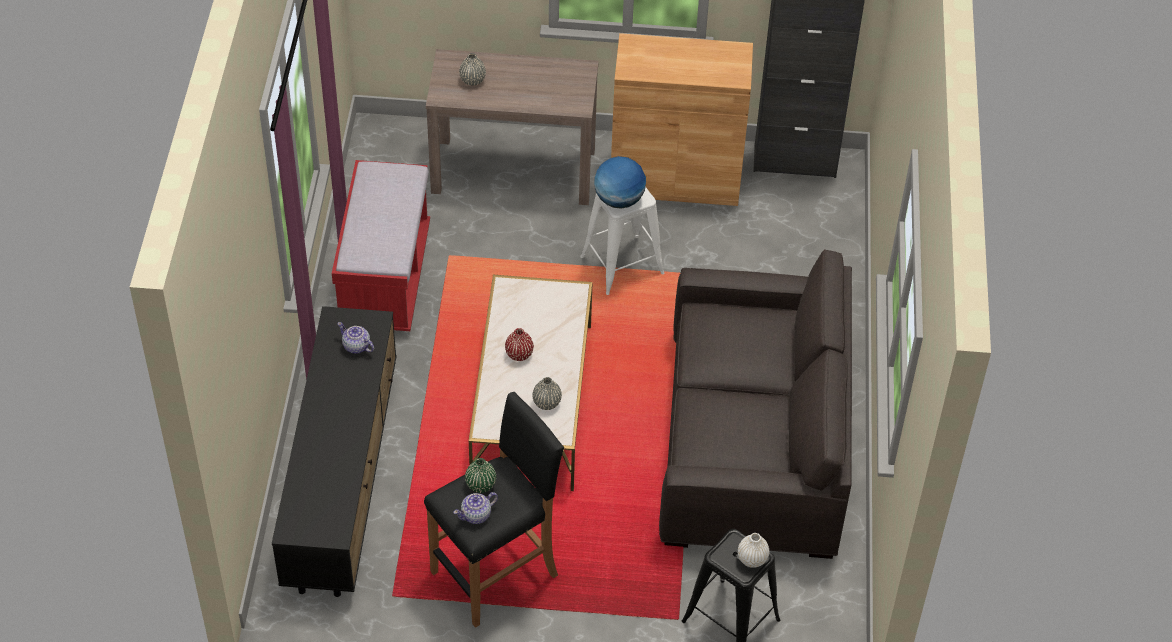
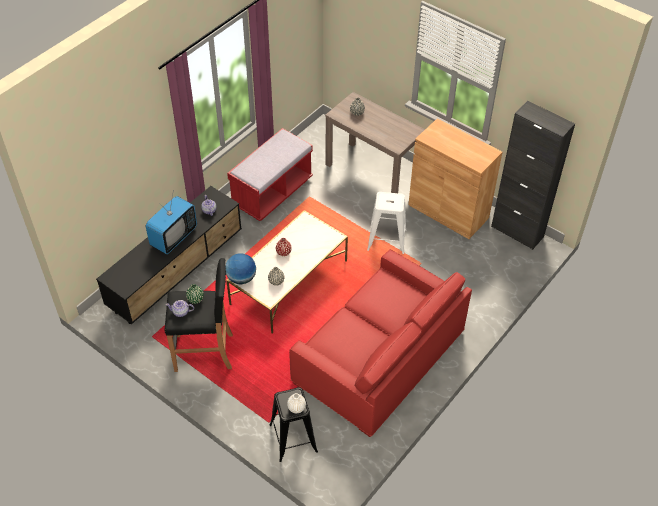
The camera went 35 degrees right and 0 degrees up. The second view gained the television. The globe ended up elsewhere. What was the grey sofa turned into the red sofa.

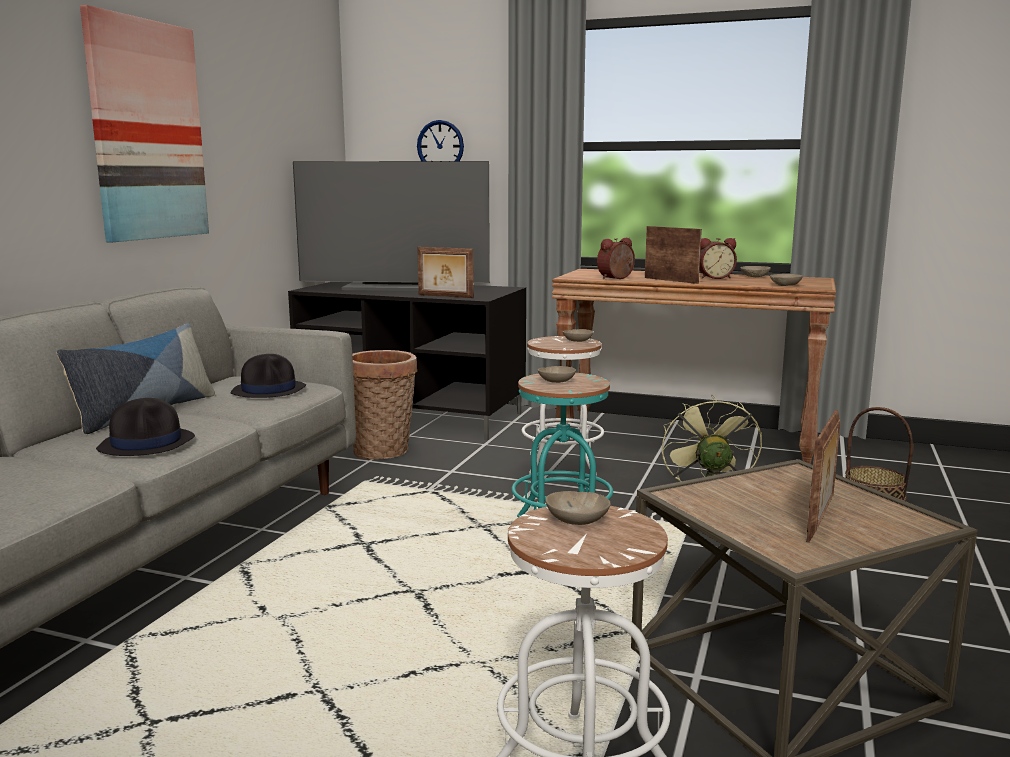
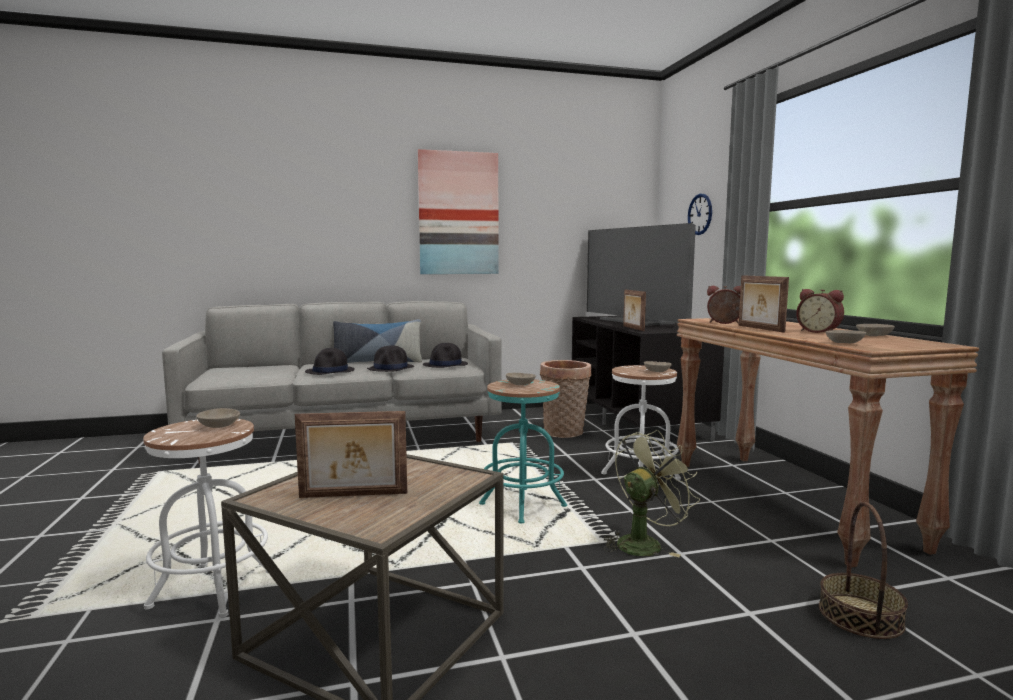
The camera went 55 degrees right and 5 degrees down. The second view gained the black hat (no. 2 from left). The picture frame (no. 2 from left in the first image) ended up facing another way, 150 degrees clockwise from before.

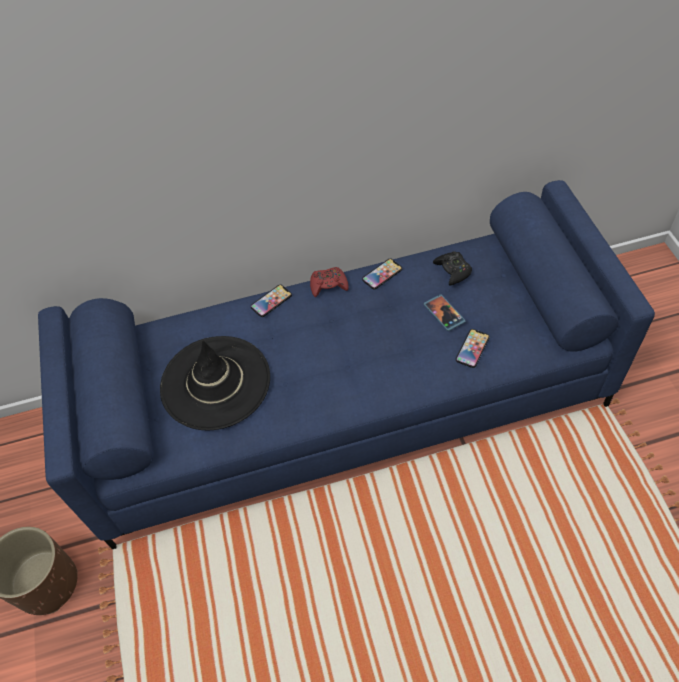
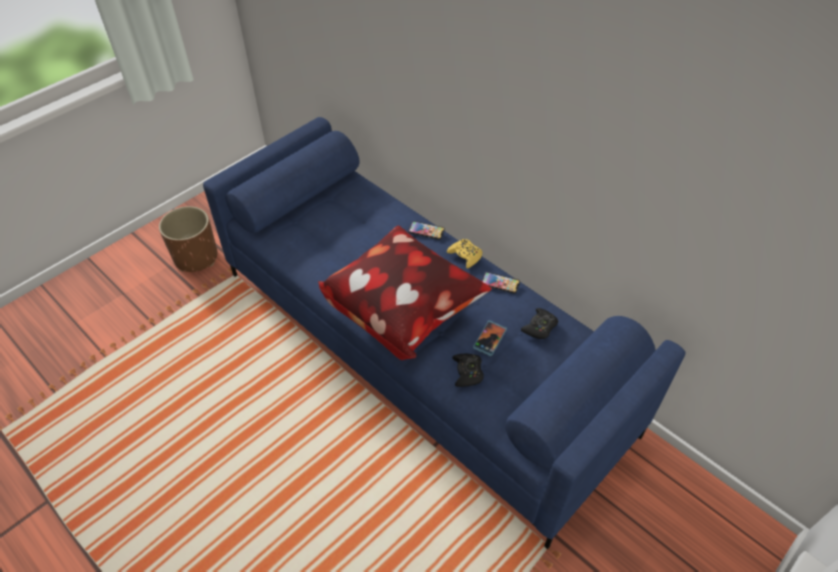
The camera went 55 degrees right and 5 degrees down. The second view gained the pillow. What was the red game controller turned into the yellow game controller. Where the phone (no. 4 from left) stood, the black game controller (no. 1 from left) came to stand. The second view lost the black hat.

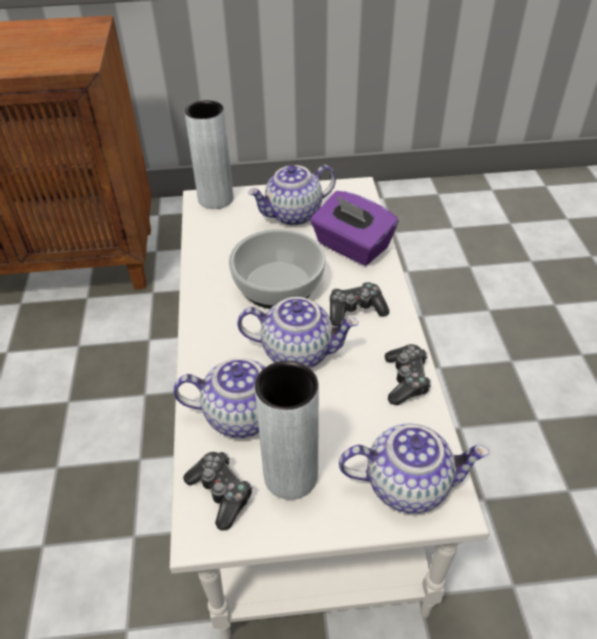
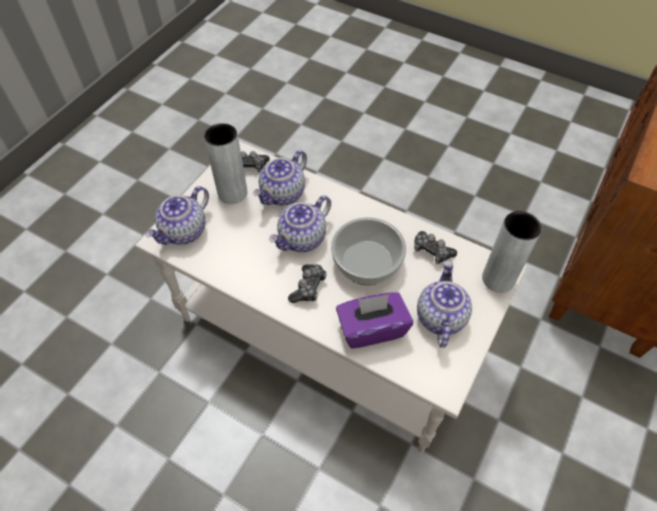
The camera went 125 degrees right and 10 degrees up. The game controller (no. 3 from left) ended up elsewhere.

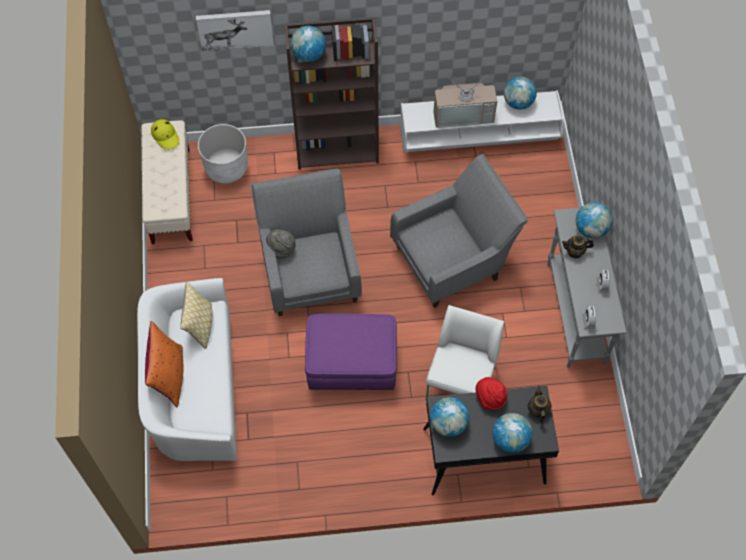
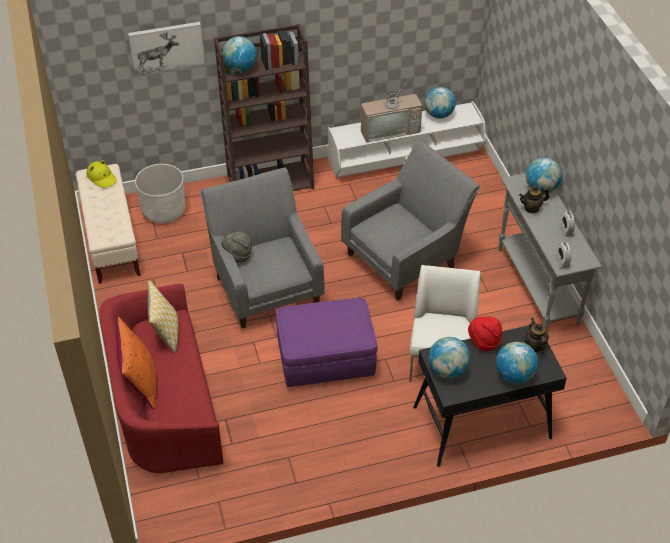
The camera went 10 degrees left and 15 degrees down. What was the white sofa turned into the red sofa.

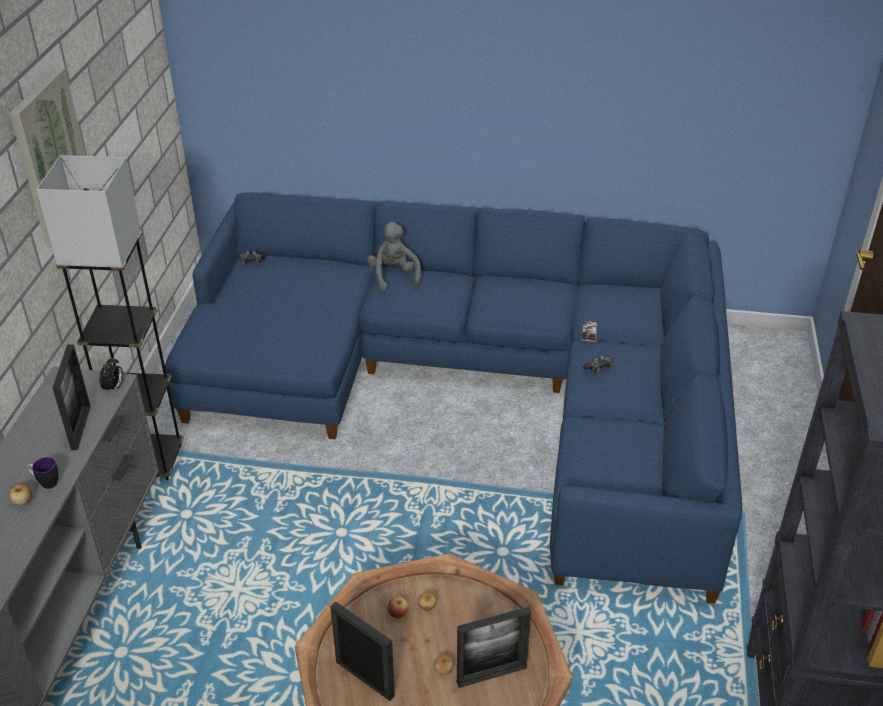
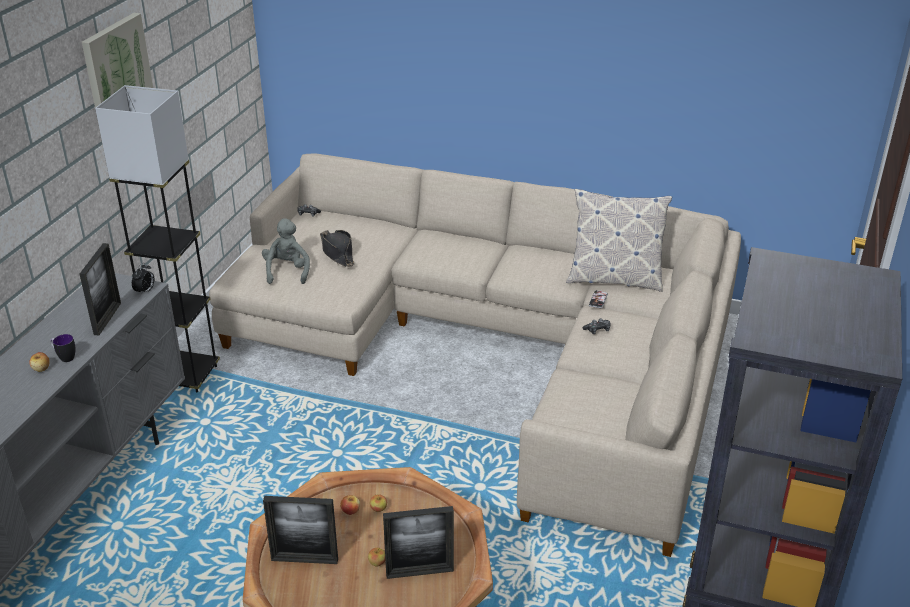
The camera went 10 degrees right and 5 degrees down. What was the blue sofa turned into the beige sofa. The grey plush toy ended up elsewhere. The picture frame (no. 2 from left) ended up facing another way, 135 degrees clockwise from before. The second view gained the black hat. The second view gained the pillow.

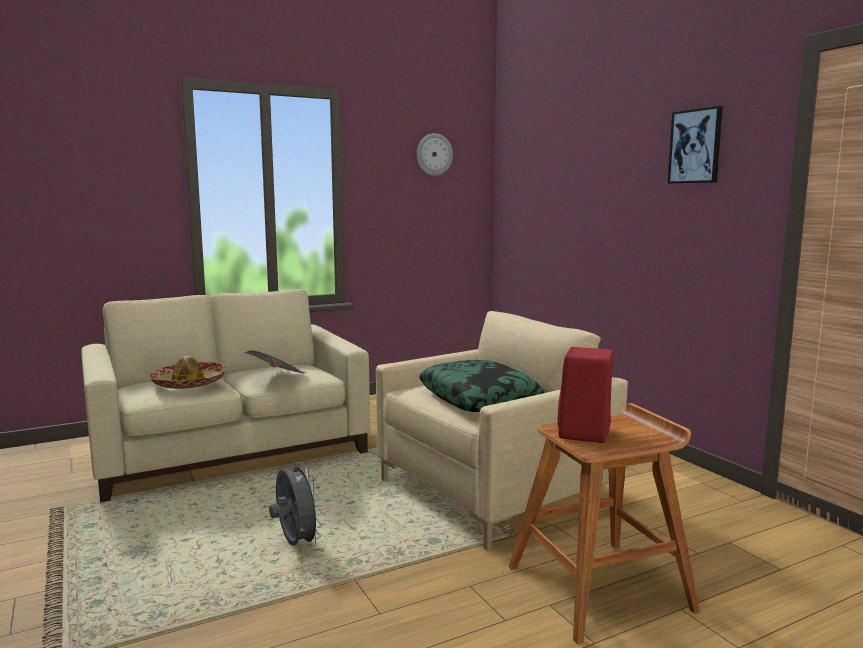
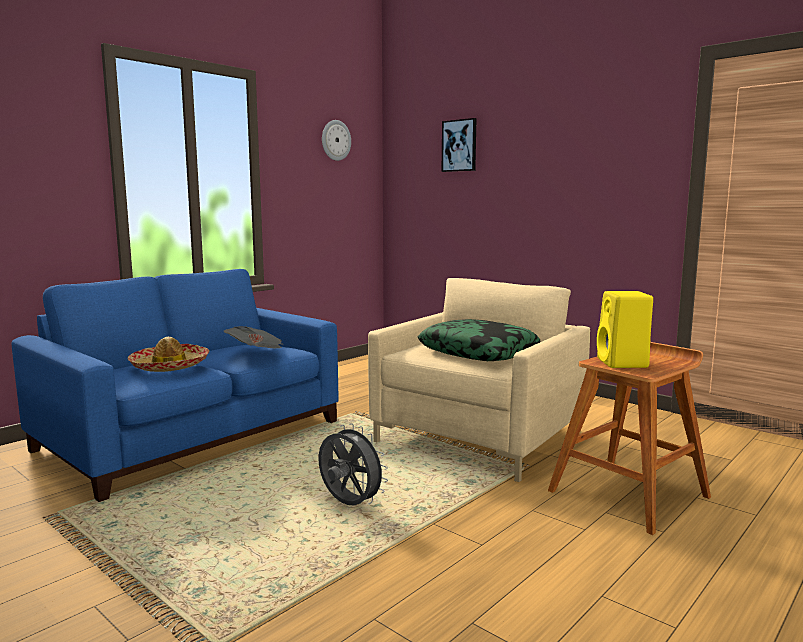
The camera went 20 degrees left and 0 degrees up. What was the beige sofa turned into the blue sofa. The picture ended up elsewhere. What was the red speaker turned into the yellow speaker.

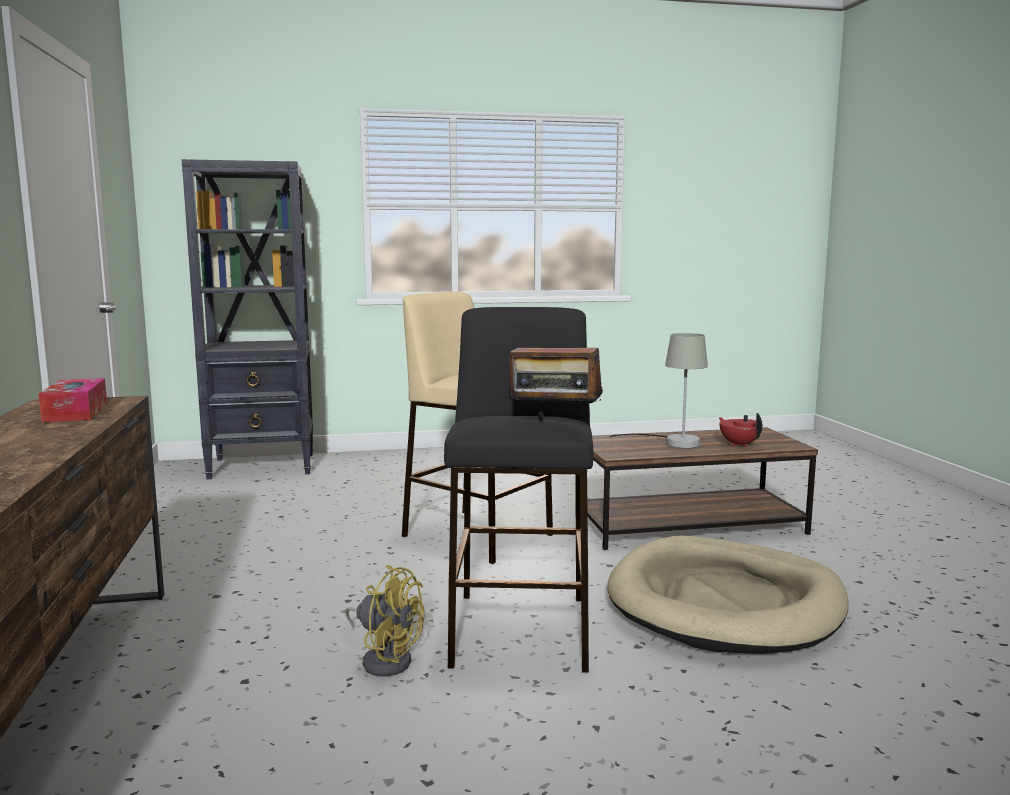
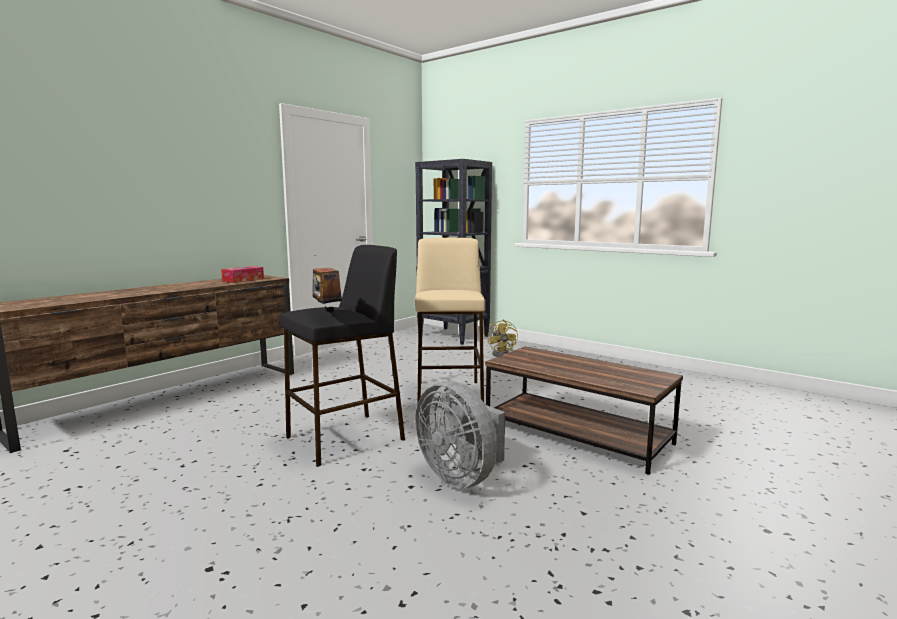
The camera went 50 degrees right and 0 degrees up. Where the beige dog bed stood, the grey fan came to stand. The yellow fan ended up elsewhere. The second view lost the grey table lamp. The second view lost the red teapot.

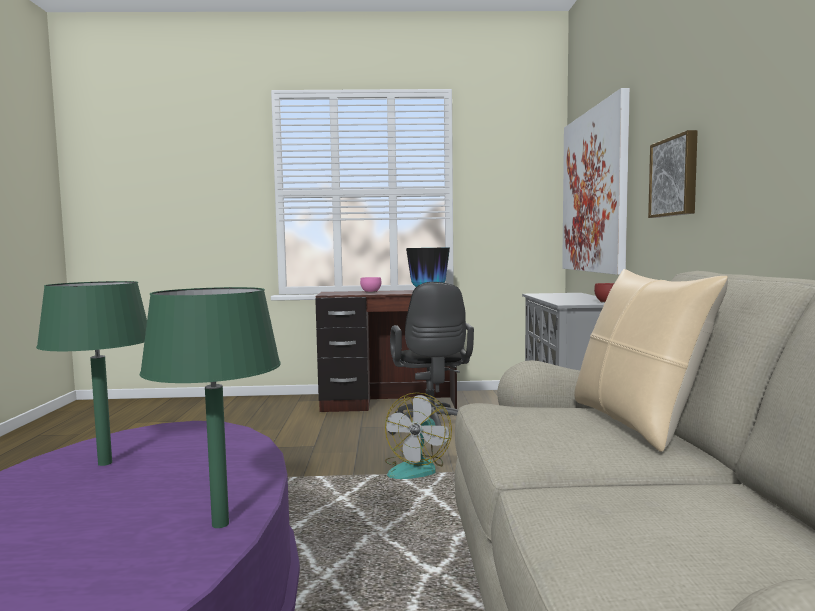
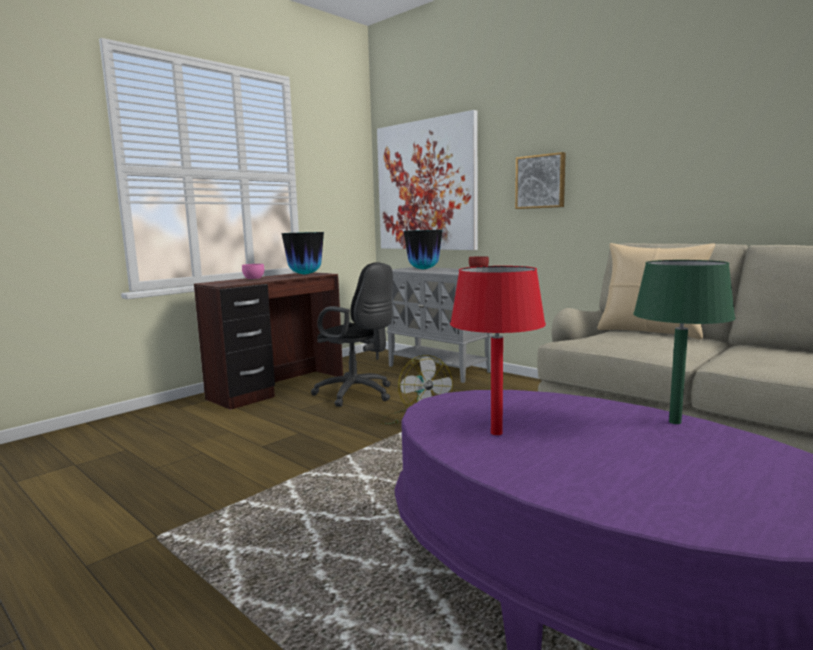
The camera went 45 degrees left and 5 degrees up. The second view gained the vase (no. 2 from left). What was the green table lamp (no. 1 from left) turned into the red table lamp.

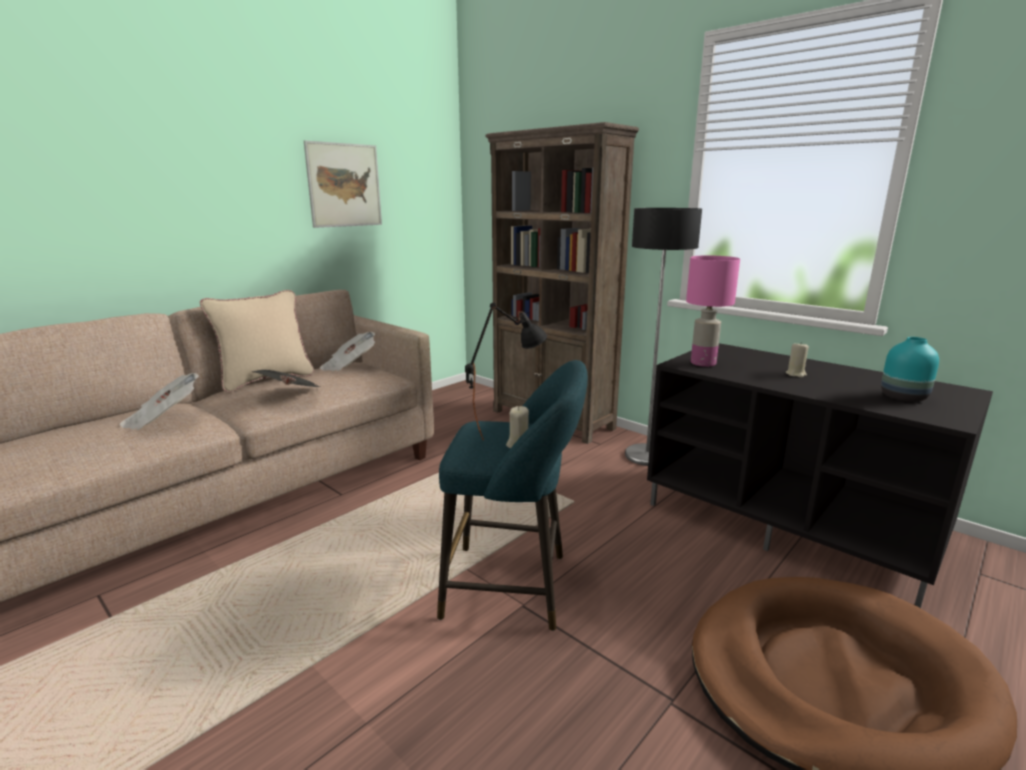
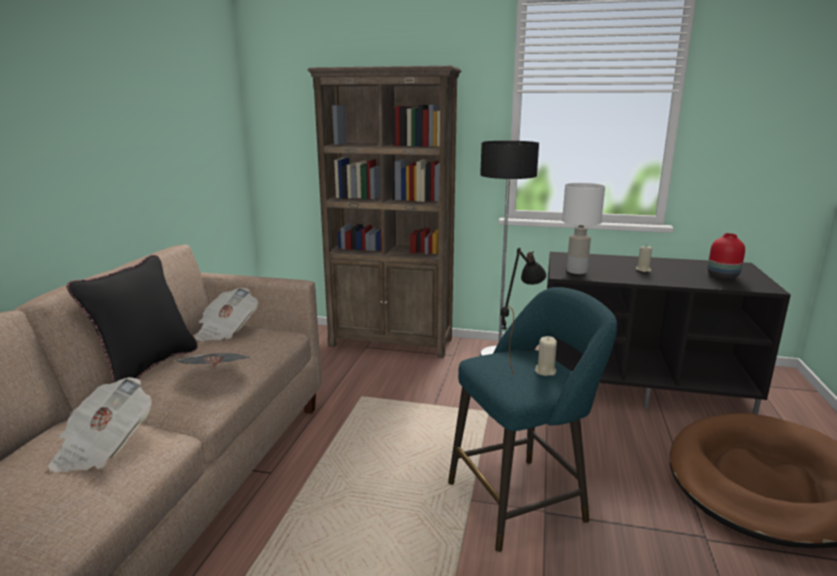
The camera went 30 degrees left and 0 degrees up. What was the beige pillow turned into the black pillow. What was the pink table lamp turned into the white table lamp. What was the turquoise vase turned into the red vase. The second view lost the picture.

